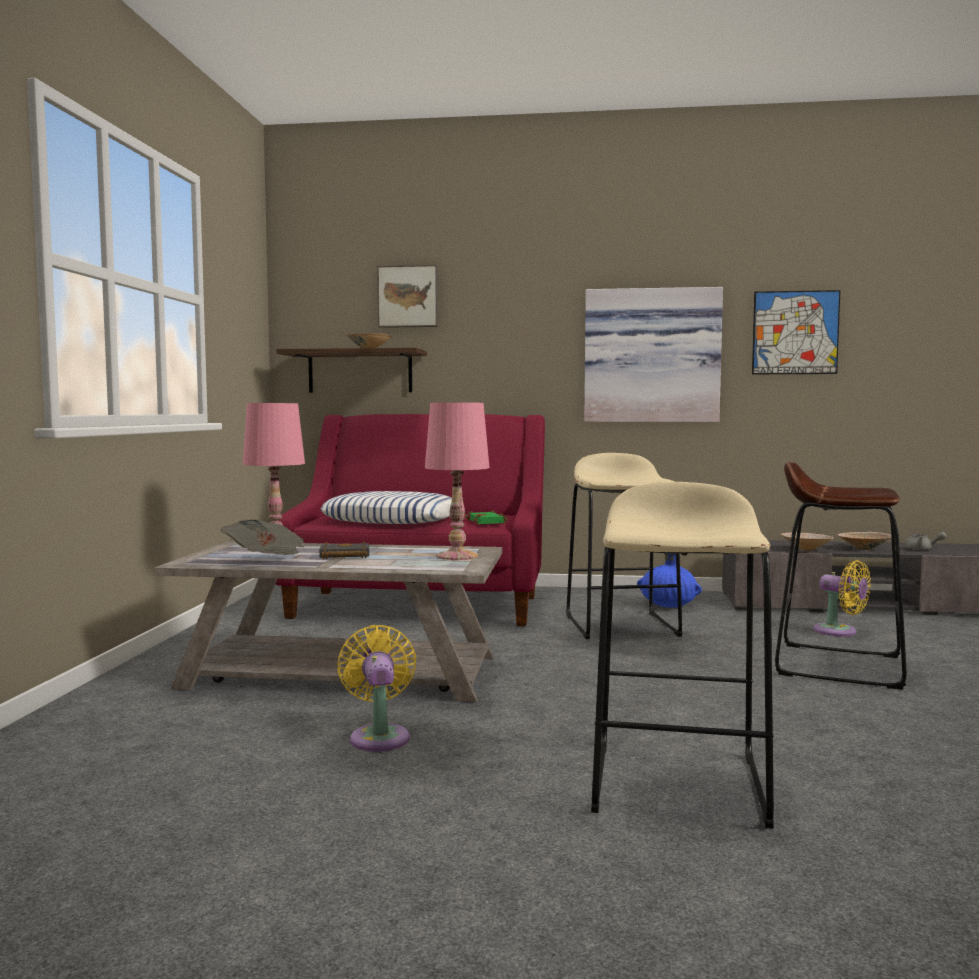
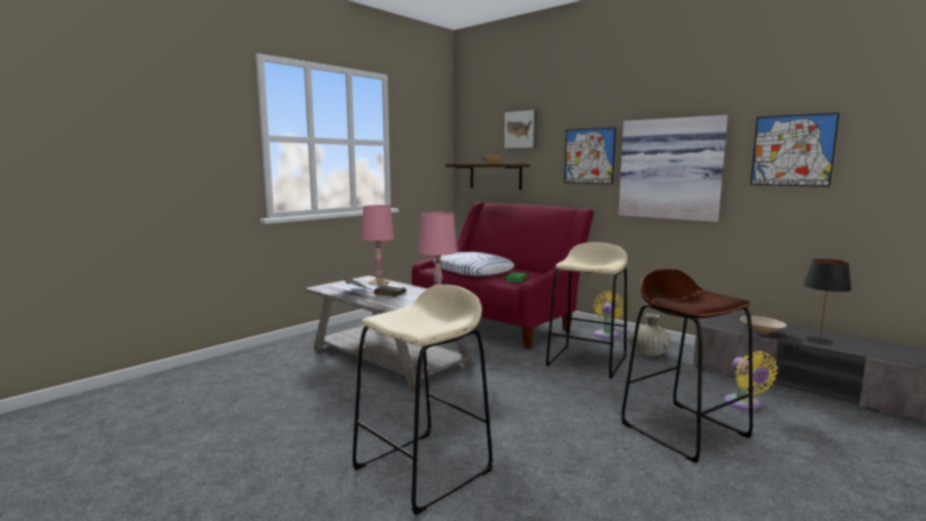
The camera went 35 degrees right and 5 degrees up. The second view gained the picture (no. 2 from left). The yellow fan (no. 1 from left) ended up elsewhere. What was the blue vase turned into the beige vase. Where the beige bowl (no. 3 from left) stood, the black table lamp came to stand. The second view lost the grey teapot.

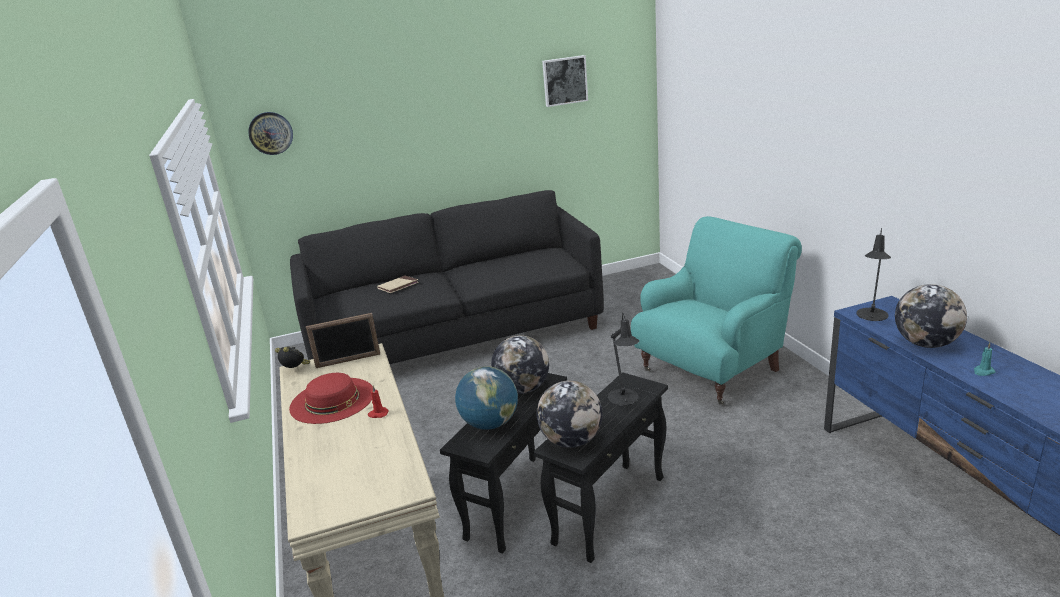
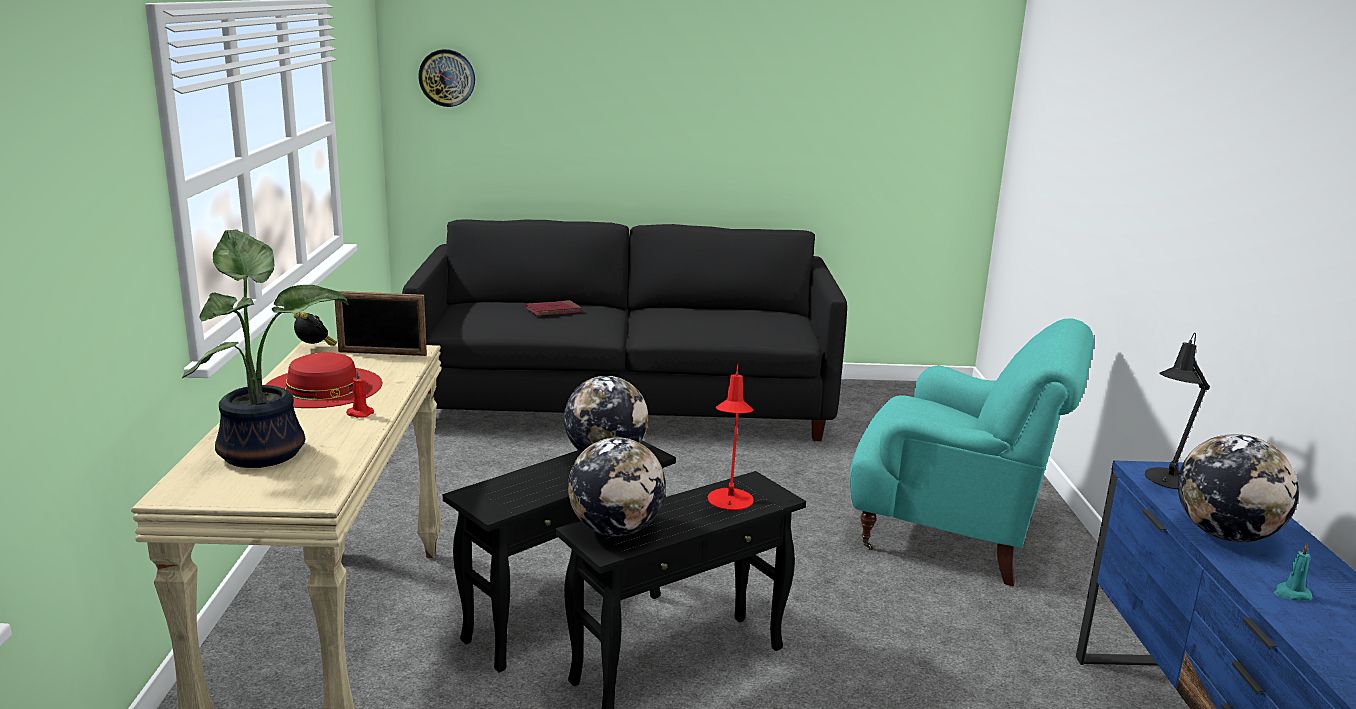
The camera went 15 degrees right and 5 degrees down. The second view gained the potted plant. What was the beige book turned into the red book. What was the black table lamp (no. 1 from left) turned into the red table lamp. The turquoise armchair ended up facing another way, 45 degrees clockwise from before. The second view lost the globe (no. 1 from left). The second view lost the picture.

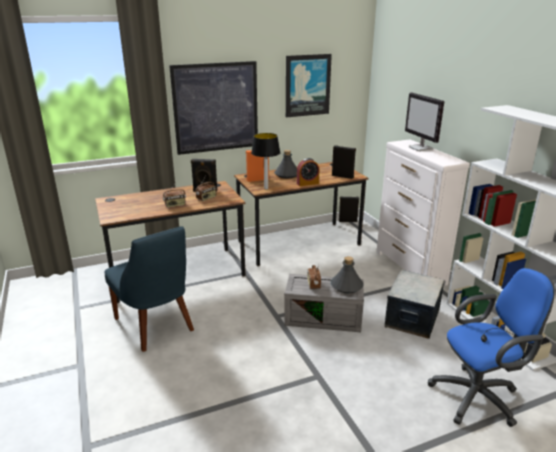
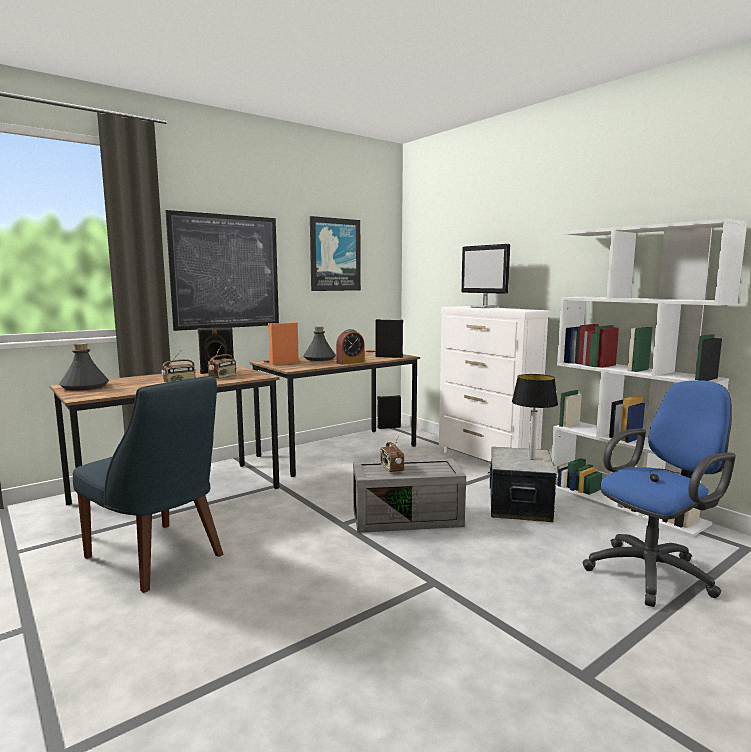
The camera went 15 degrees left and 15 degrees down. The grey bottle (no. 2 from left in the first image) ended up elsewhere. The table lamp ended up elsewhere.

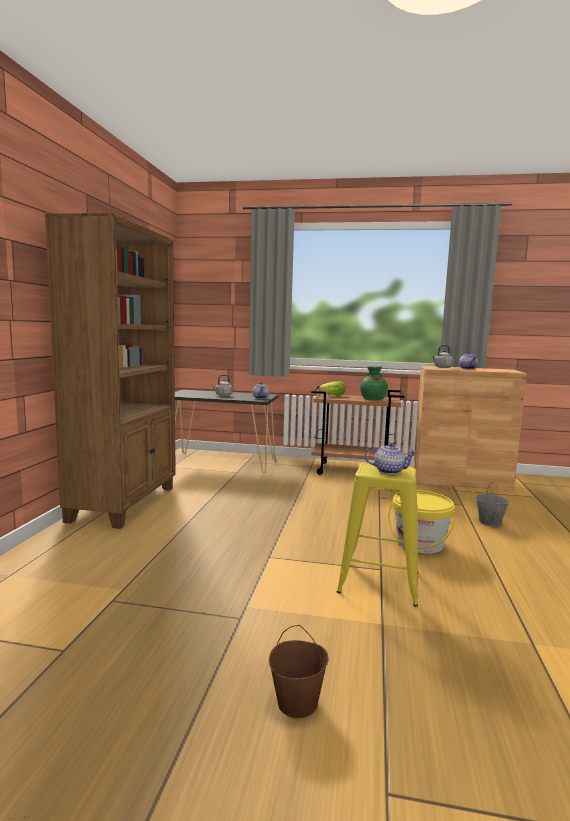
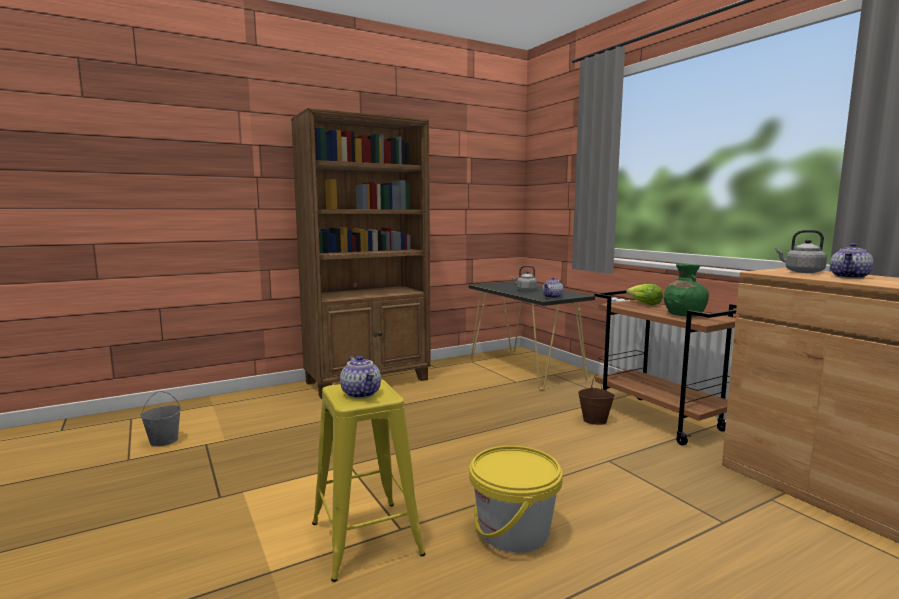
The camera went 50 degrees right and 0 degrees up. The grey bucket ended up elsewhere. The brown bucket ended up elsewhere.

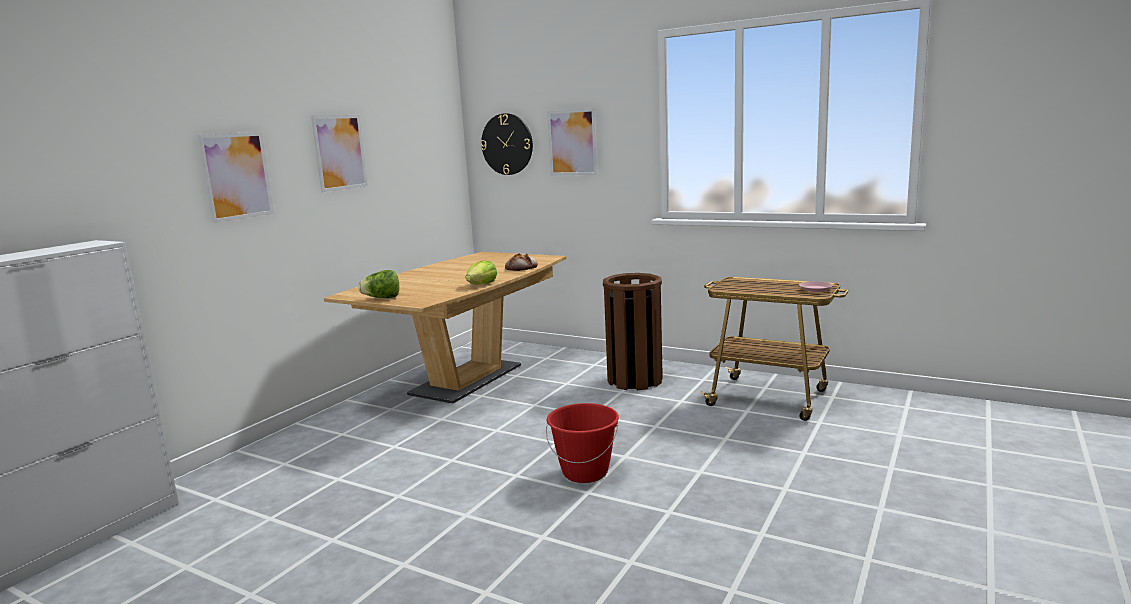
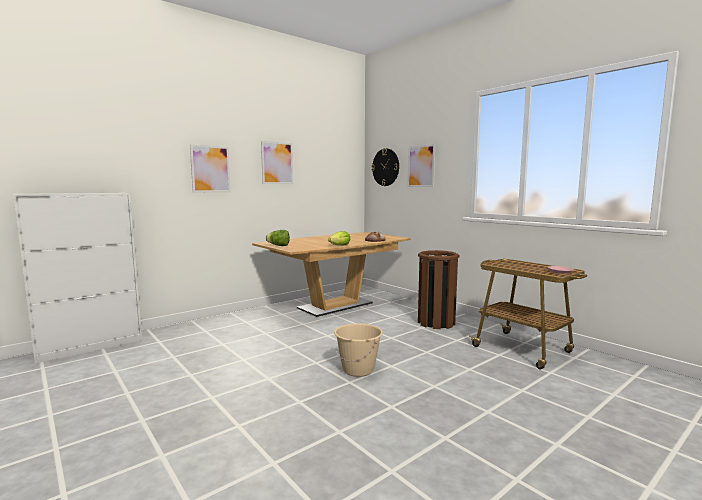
The camera went 20 degrees right and 5 degrees down. What was the red bucket turned into the beige bucket.

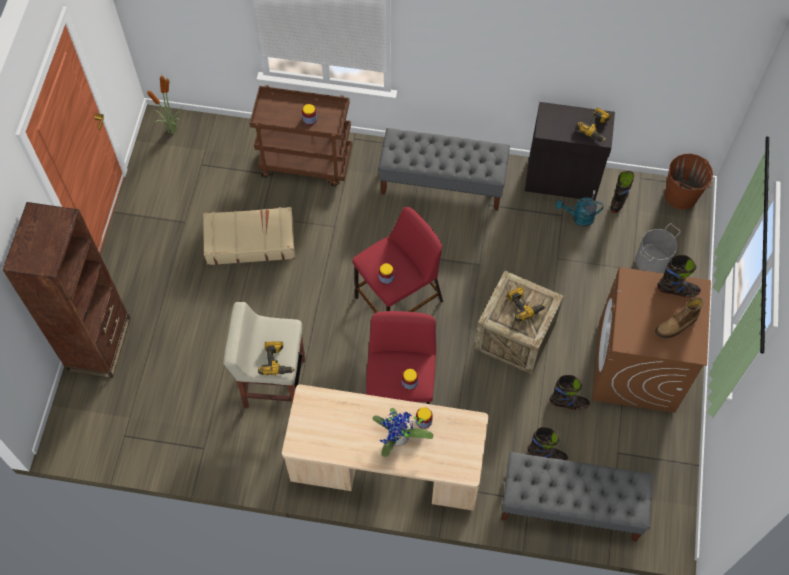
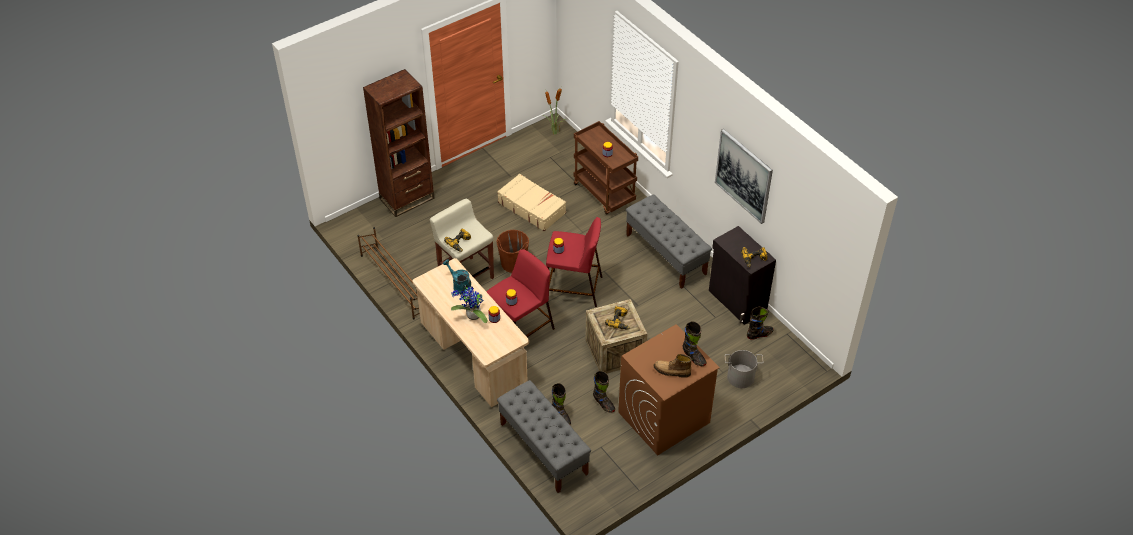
The camera went 45 degrees right and 15 degrees down. The second view gained the brown shoe rack. The turquoise watering can ended up elsewhere. The brown bucket ended up elsewhere. The second view gained the picture.

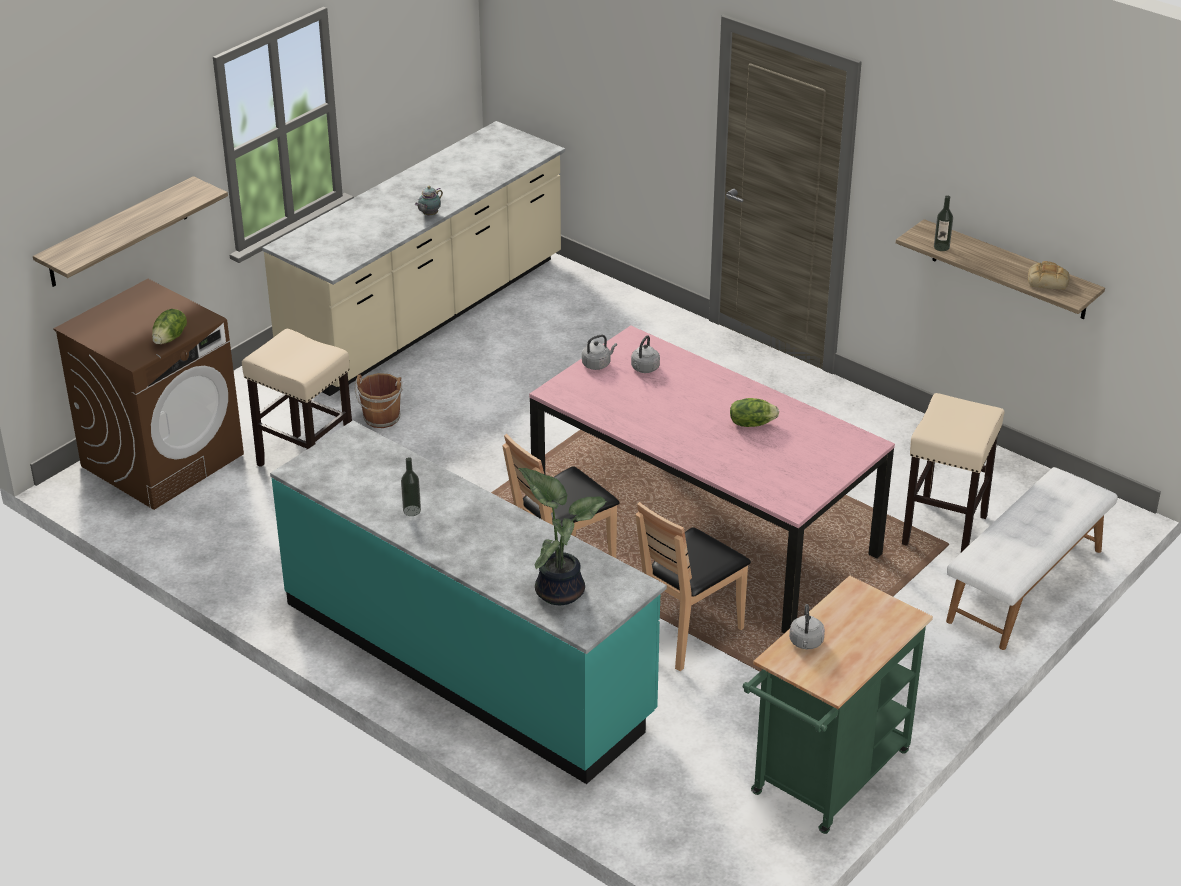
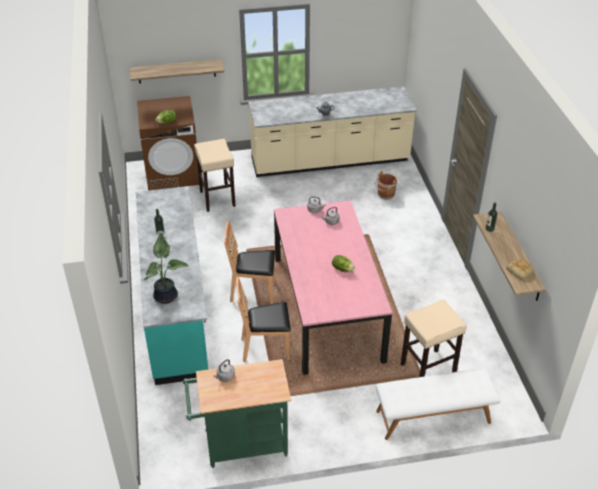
The camera went 40 degrees right and 5 degrees up. The brown bucket ended up elsewhere.

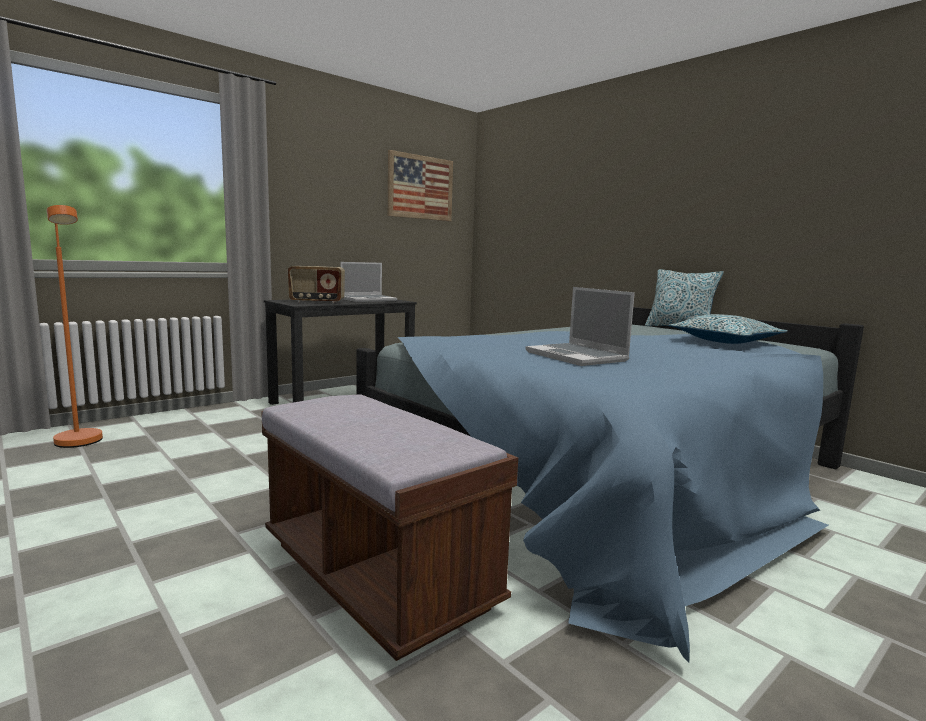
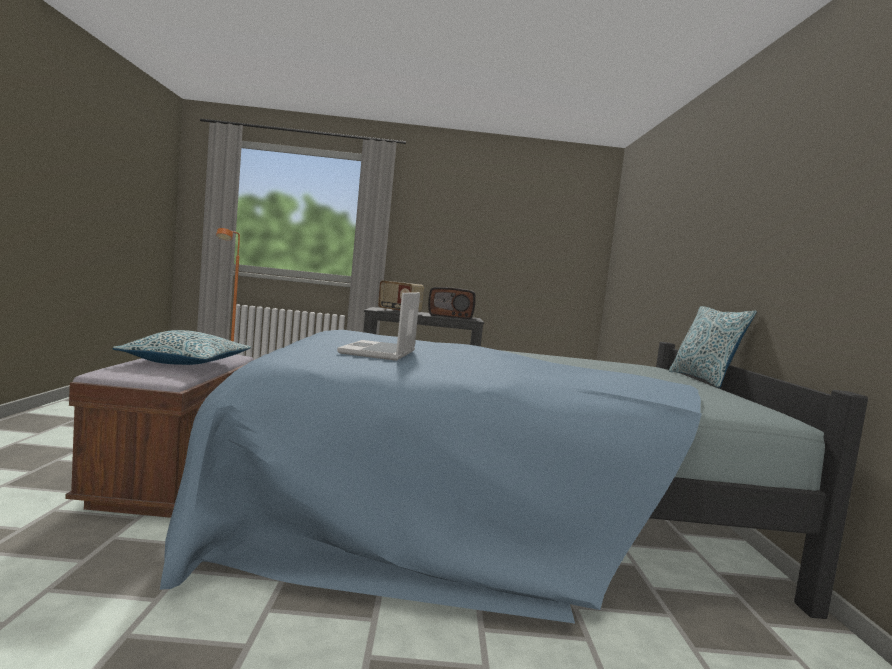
The camera went 40 degrees right and 5 degrees down. The pillow (no. 2 from left in the first image) ended up elsewhere. Where the laptop (no. 1 from left) stood, the radio (no. 2 from left) came to stand. The second view lost the picture.

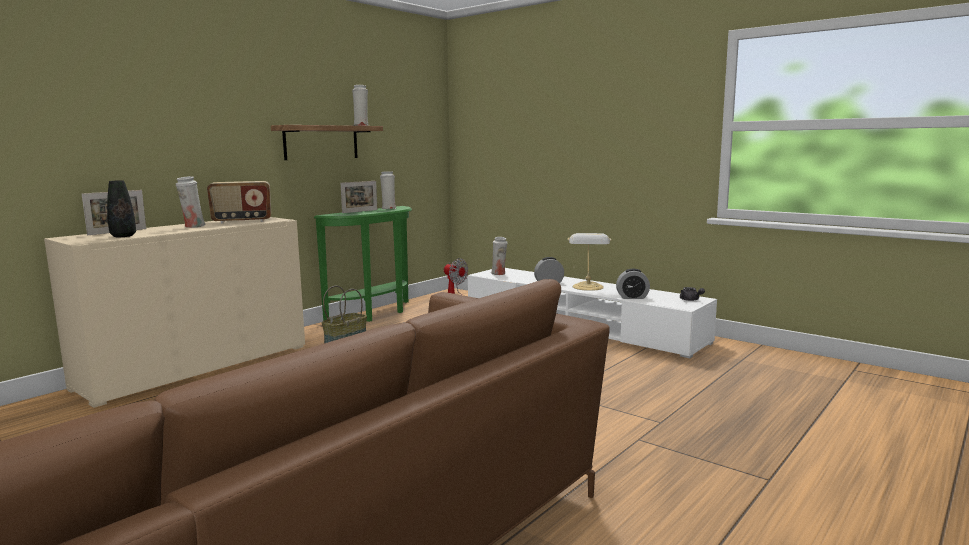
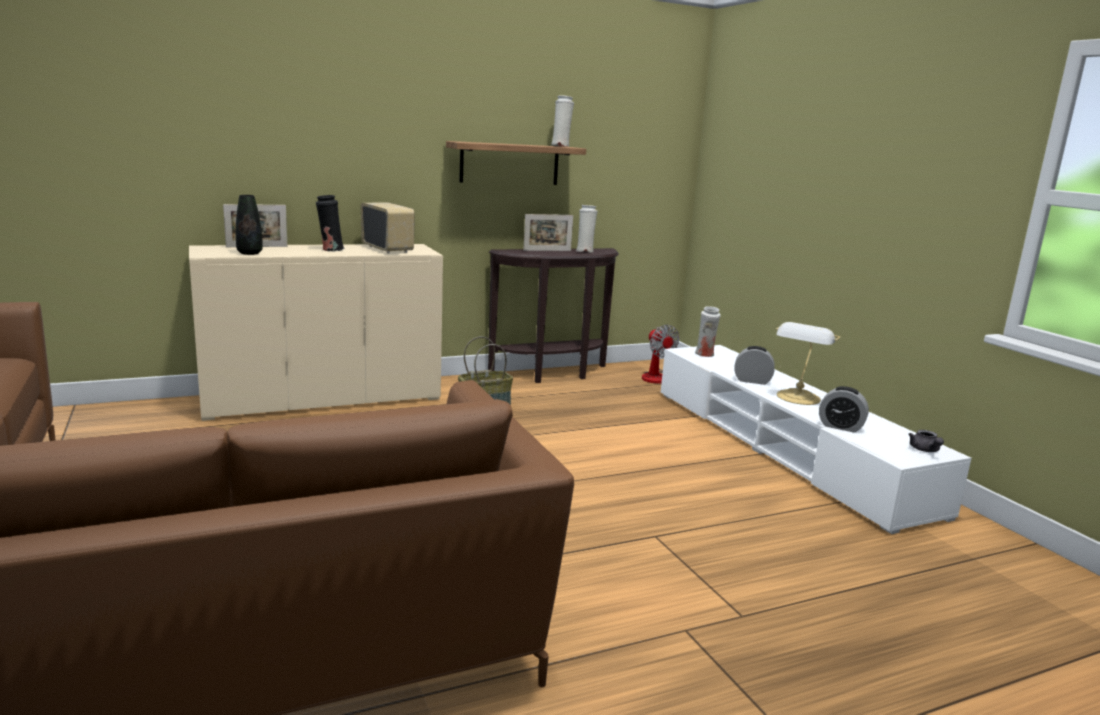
The camera went 25 degrees right and 5 degrees up. What was the white vase (no. 1 from left) turned into the black vase (no. 2 from left). The radio ended up facing another way, 135 degrees counterclockwise from before. What was the green console table turned into the brown console table.

